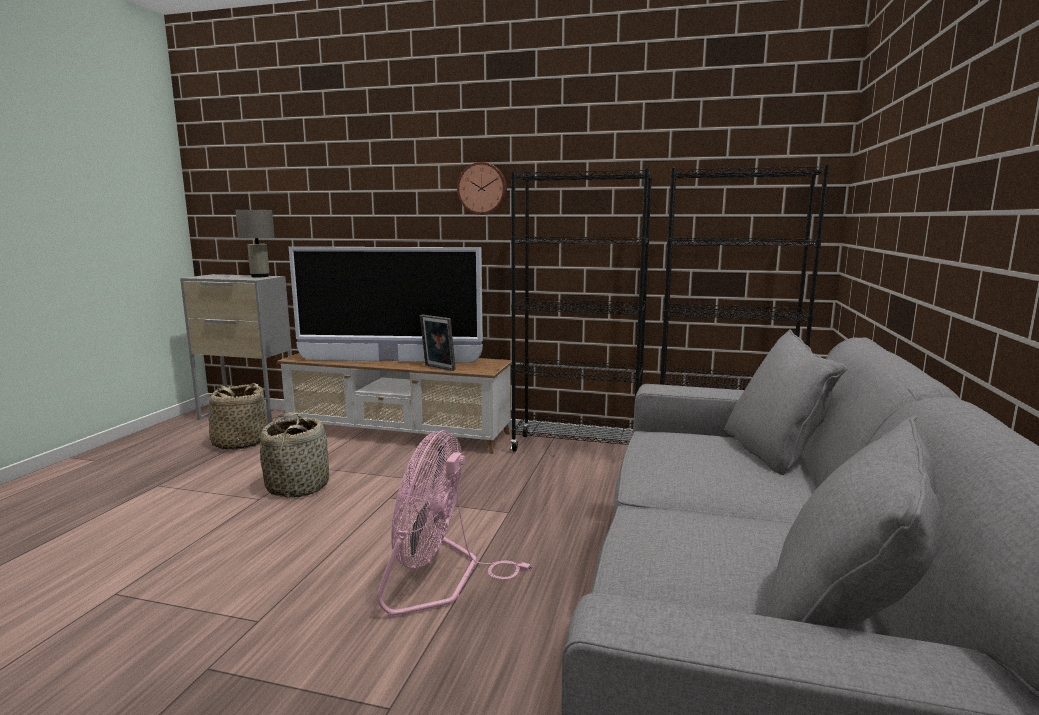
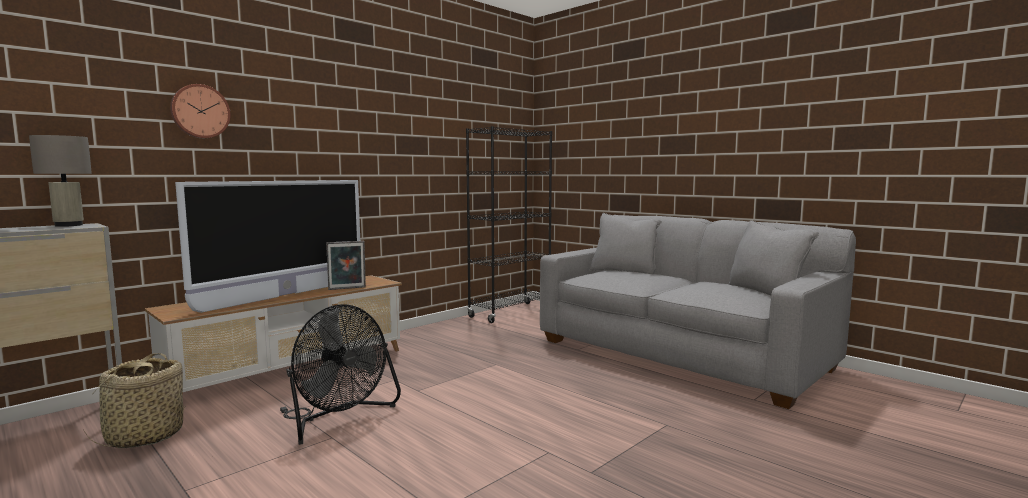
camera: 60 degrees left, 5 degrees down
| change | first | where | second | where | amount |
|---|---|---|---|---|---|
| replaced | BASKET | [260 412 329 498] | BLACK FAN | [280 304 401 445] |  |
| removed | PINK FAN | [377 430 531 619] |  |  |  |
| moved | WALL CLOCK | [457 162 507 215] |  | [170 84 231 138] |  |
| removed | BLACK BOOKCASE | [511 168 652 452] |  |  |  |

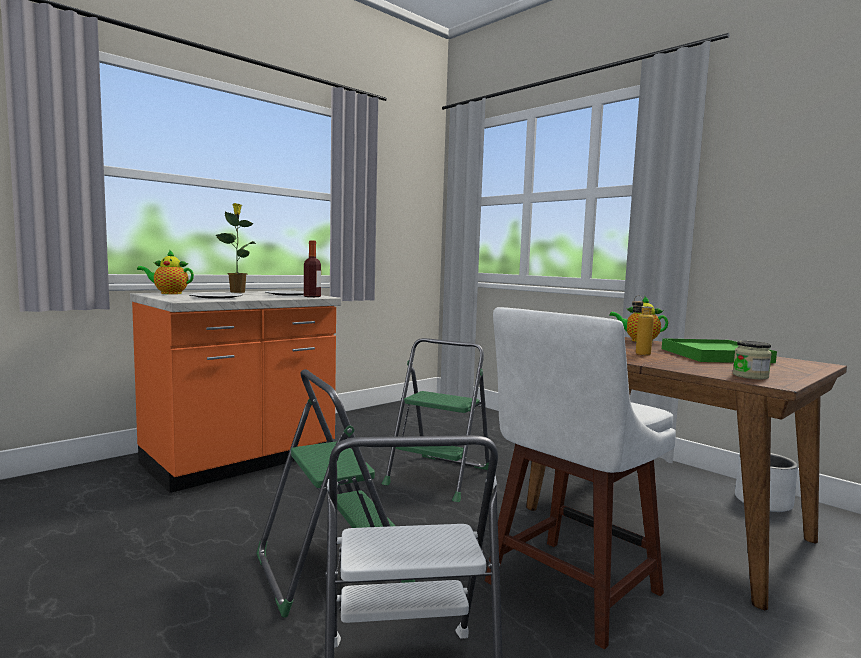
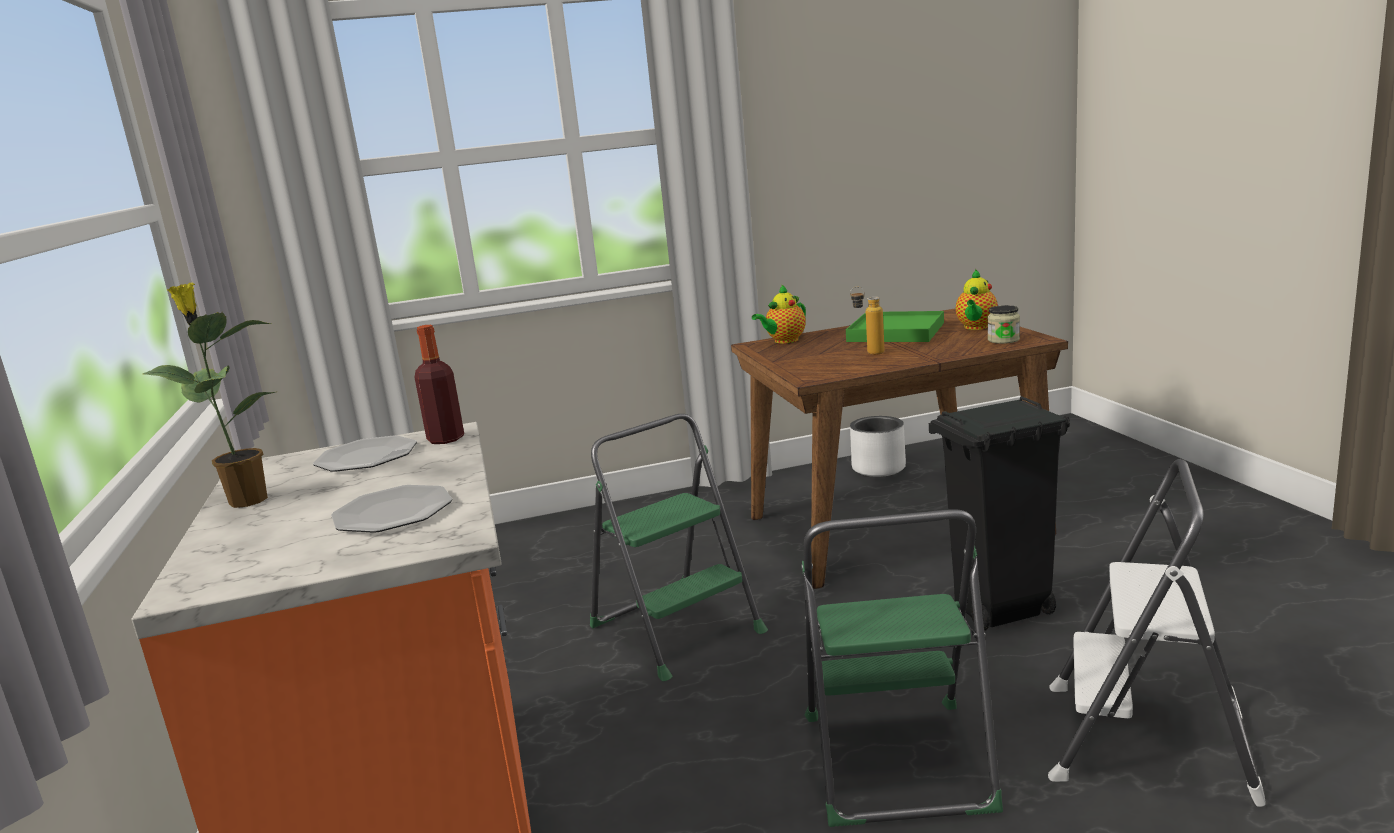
camera: 60 degrees left, 10 degrees up
| change | first | where | second | where | amount |
|---|---|---|---|---|---|
| moved | TEAPOT | [137 250 194 294] |  | [956 269 998 330] |  |
| replaced | WHITE CHAIR | [485 307 676 650] | BLACK TRASH CAN | [929 396 1070 631] |  |

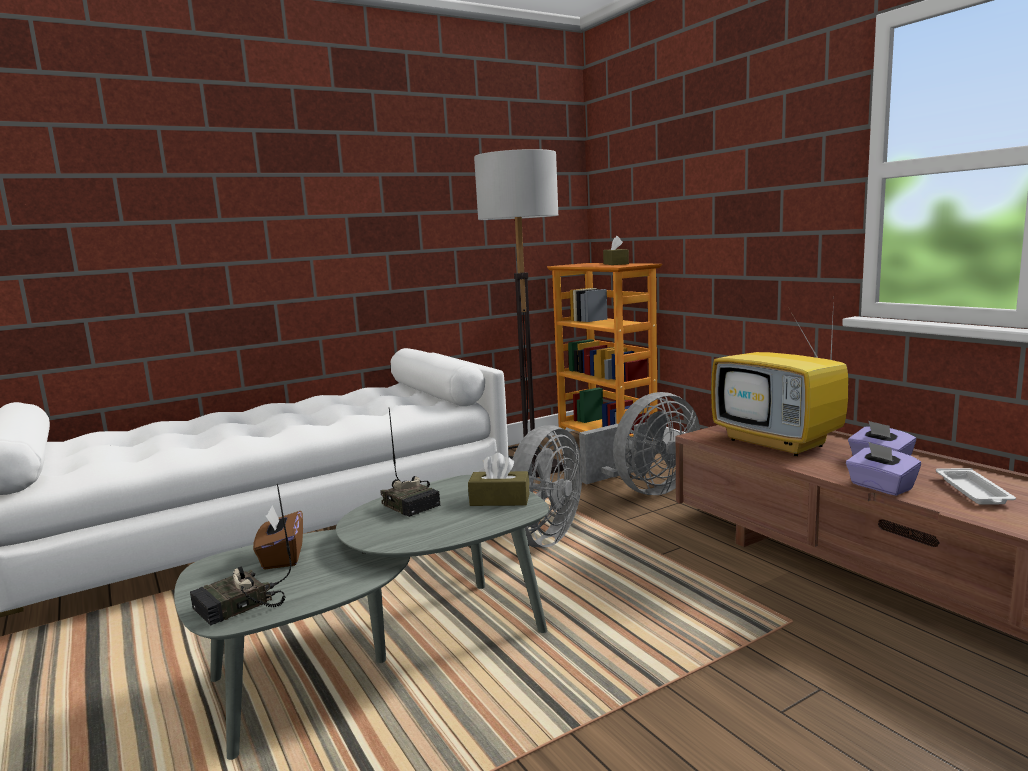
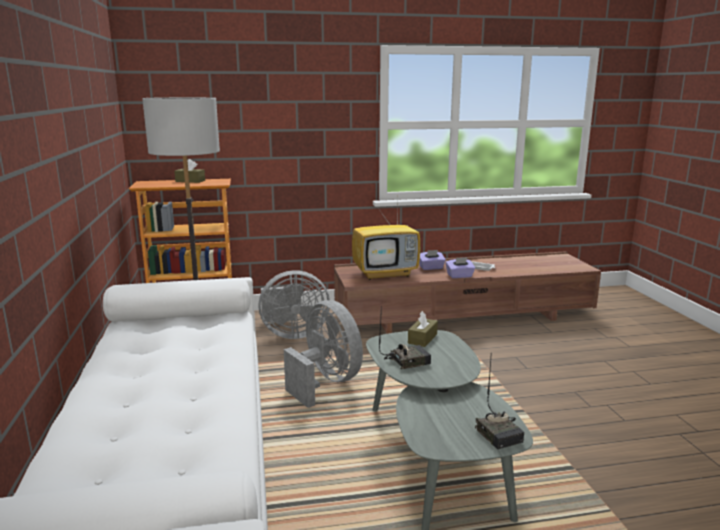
camera: 70 degrees left, 5 degrees up
| change | first | where | second | where | amount |
|---|---|---|---|---|---|
| removed | BROWN TISSUE BOX | [253 505 303 569] |  |  |  |
| turned | GREY FAN | [579 392 700 495] |  | [258 270 330 339] | 90 degrees clockwise |

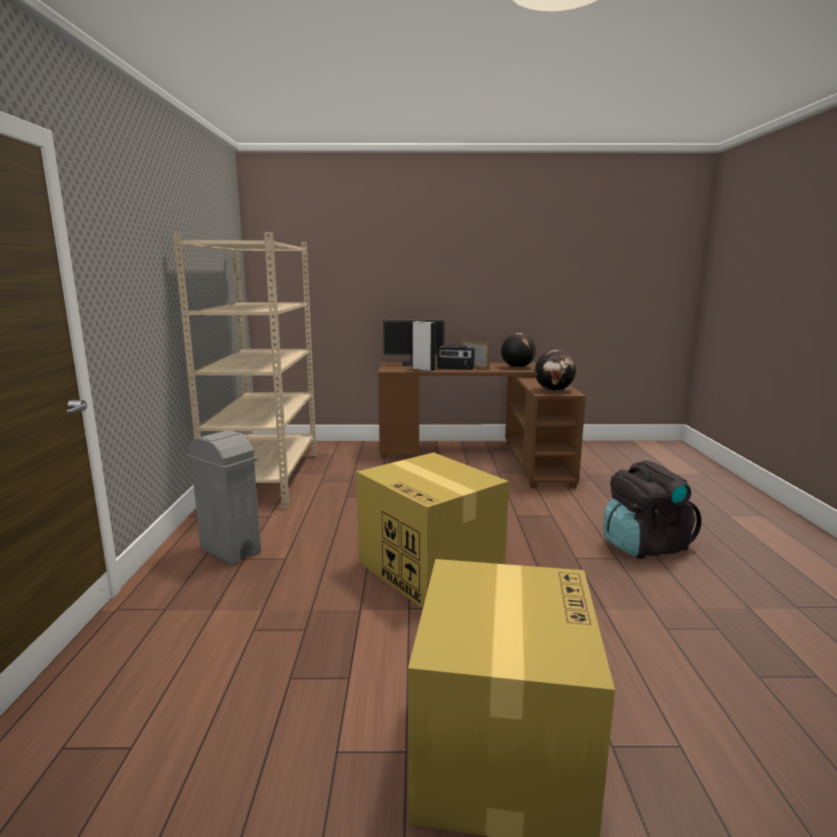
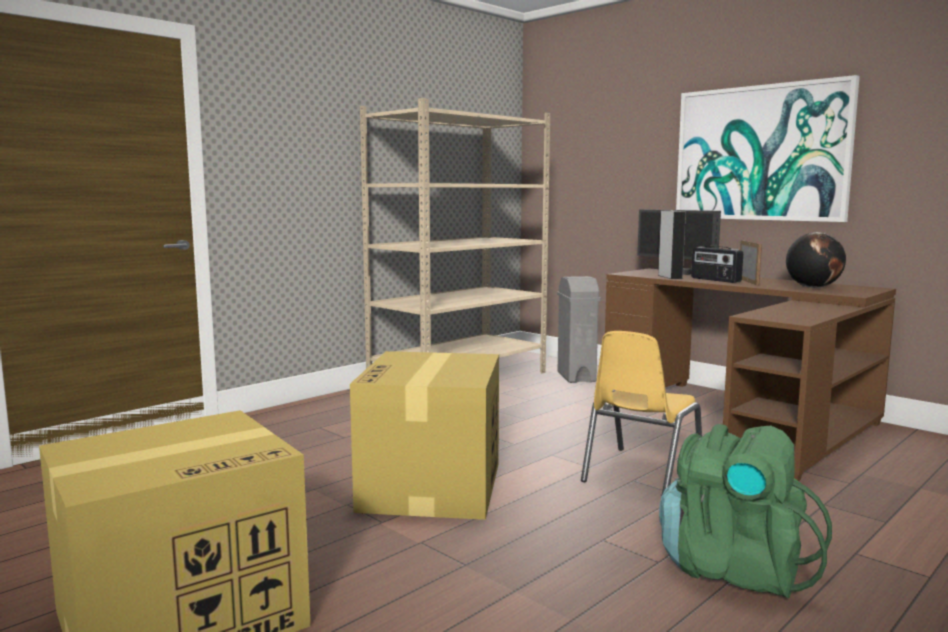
camera: 45 degrees right, 5 degrees down
| change | first | where | second | where | amount |
|---|---|---|---|---|---|
| moved | GREY TRASH CAN | [187 430 261 565] |  | [557 276 601 383] |  |
| removed | GLOBE | [535 350 576 391] |  |  |  |
| recoloured | BLACK BACKPACK | [603 460 702 559] | GREEN BACKPACK | [659 424 832 598] |  |
| added |  |  | YELLOW CHAIR | [581 331 702 497] |  |
| added |  |  | PICTURE | [676 75 860 222] |  |

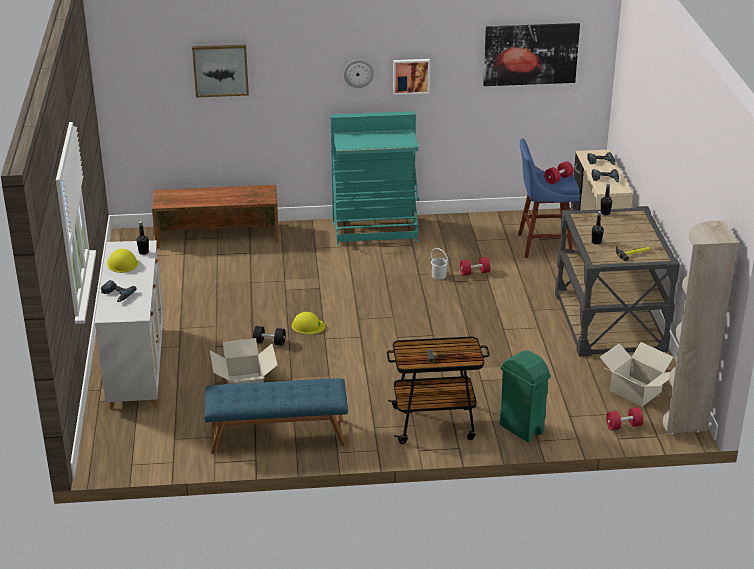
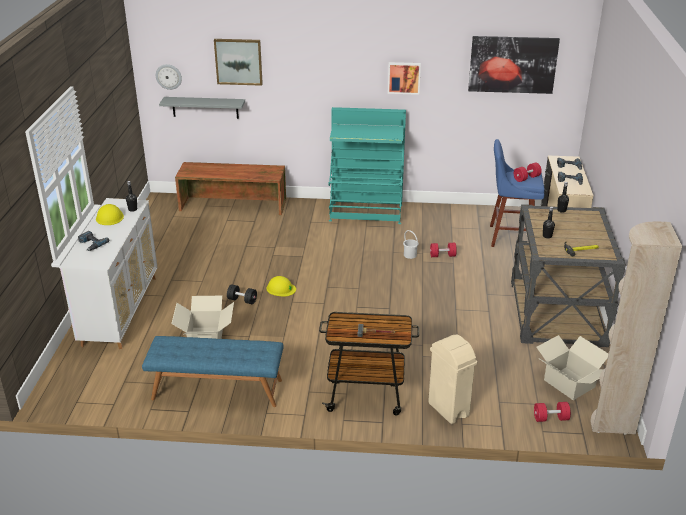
camera: 10 degrees right, 0 degrees up
| change | first | where | second | where | amount |
|---|---|---|---|---|---|
| moved | WALL CLOCK | [344 60 374 88] |  | [156 64 182 90] |  |
| recoloured | GREEN TRASH CAN | [500 350 551 442] | BEIGE TRASH CAN | [428 334 477 424] |  |
| added |  |  | GREY SHELF | [159 97 245 119] |  |

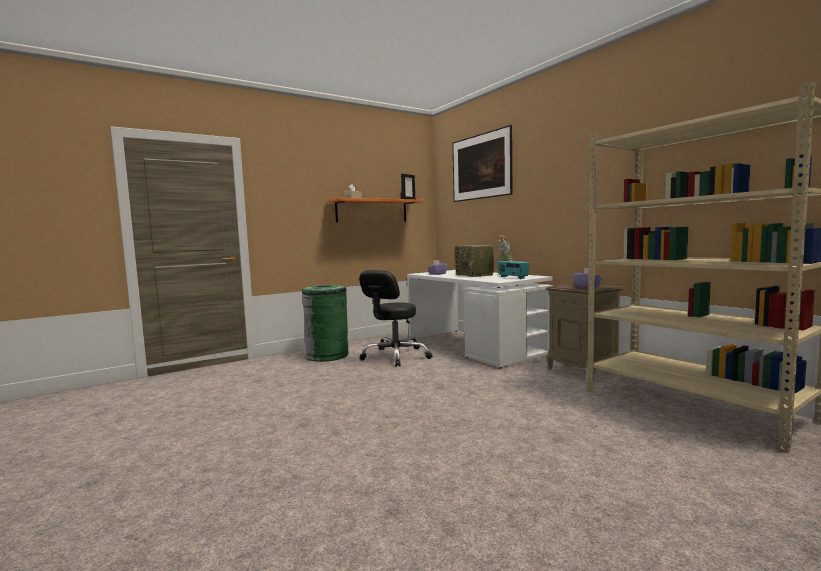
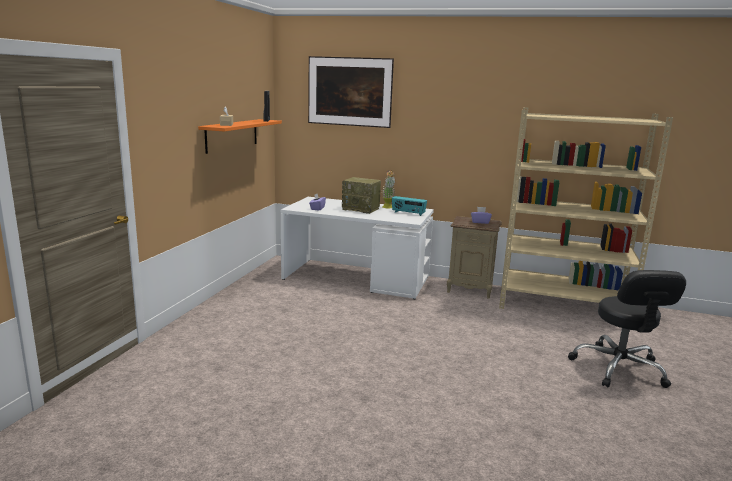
camera: 40 degrees left, 10 degrees up
| change | first | where | second | where | amount |
|---|---|---|---|---|---|
| removed | GREEN TRASH CAN | [302 285 349 362] |  |  |  |
| moved | BLACK OFFICE CHAIR | [359 270 433 367] |  | [568 270 686 388] |  |

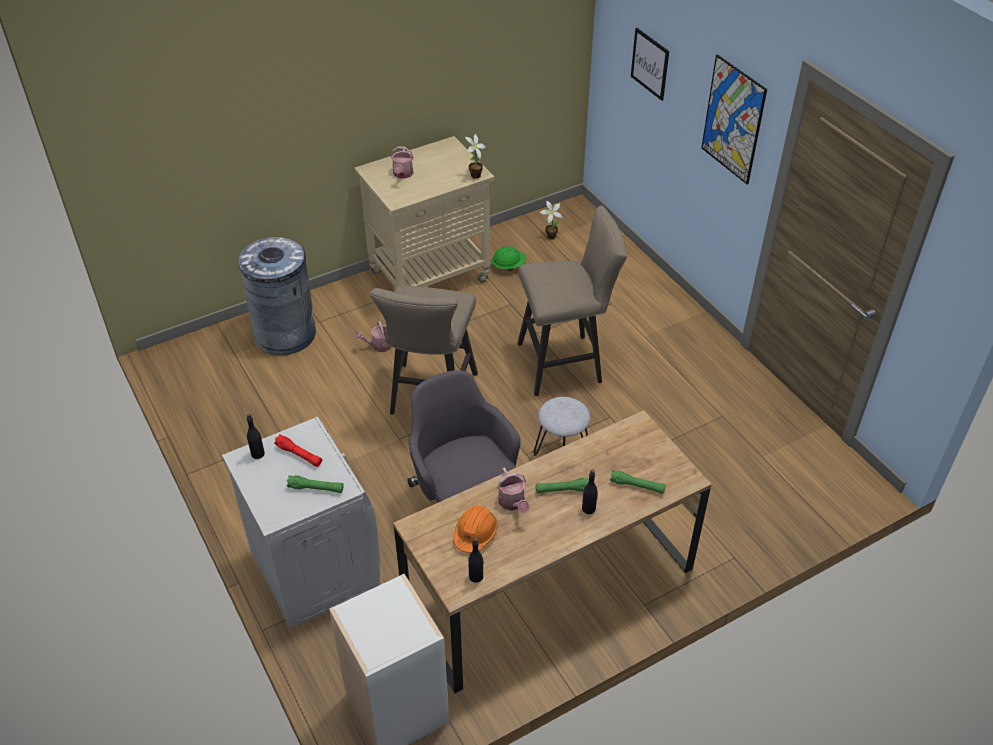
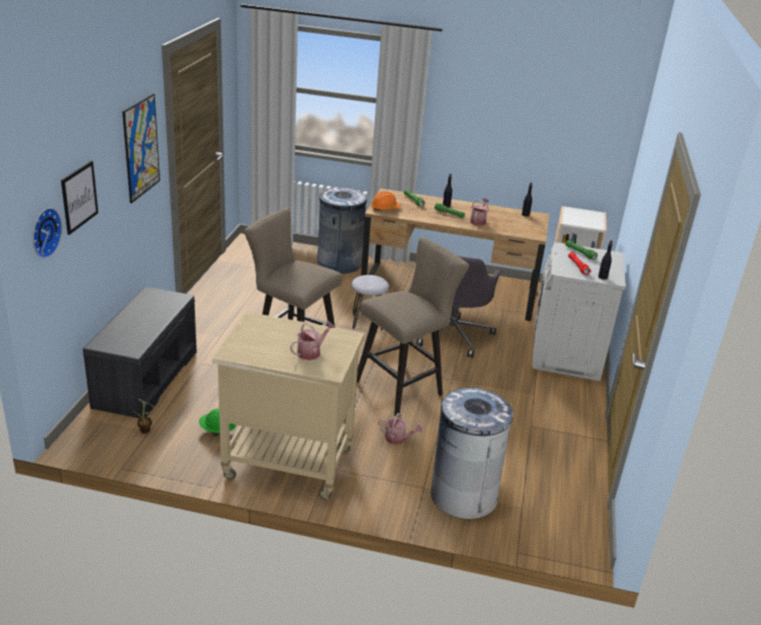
camera: 140 degrees left, 15 degrees down
| change | first | where | second | where | amount |
|---|---|---|---|---|---|
| moved | ORANGE HARD HAT | [453 505 498 553] |  | [371 191 401 211] |  |
| removed | POTTED PLANT | [465 134 486 179] |  |  |  |
| added |  |  | WALL CLOCK | [33 208 62 259] |  |
| added |  |  | GREY BENCH | [83 287 197 418] |  |
| added |  |  | GREY TRASH CAN | [317 188 367 274] |  |

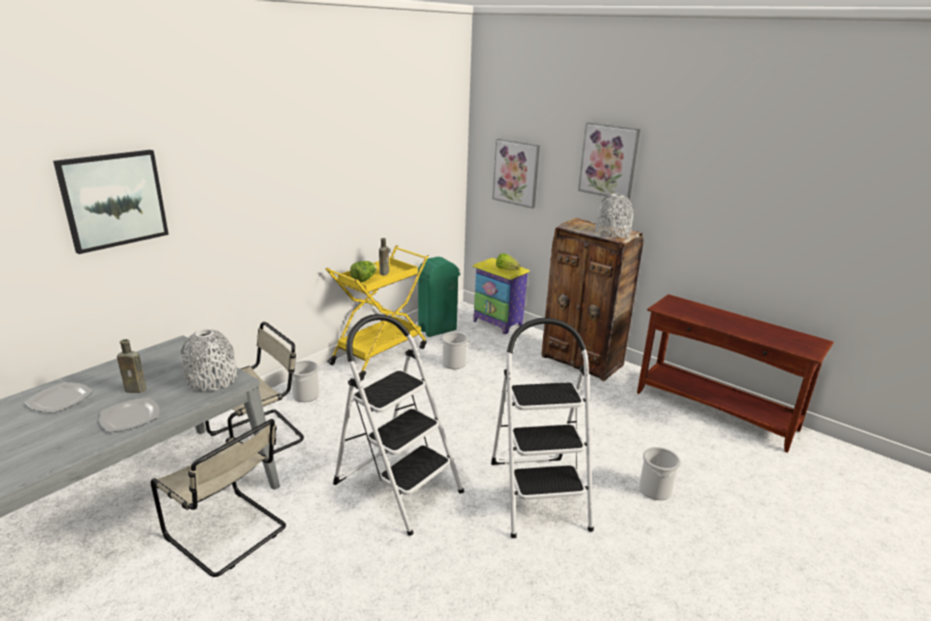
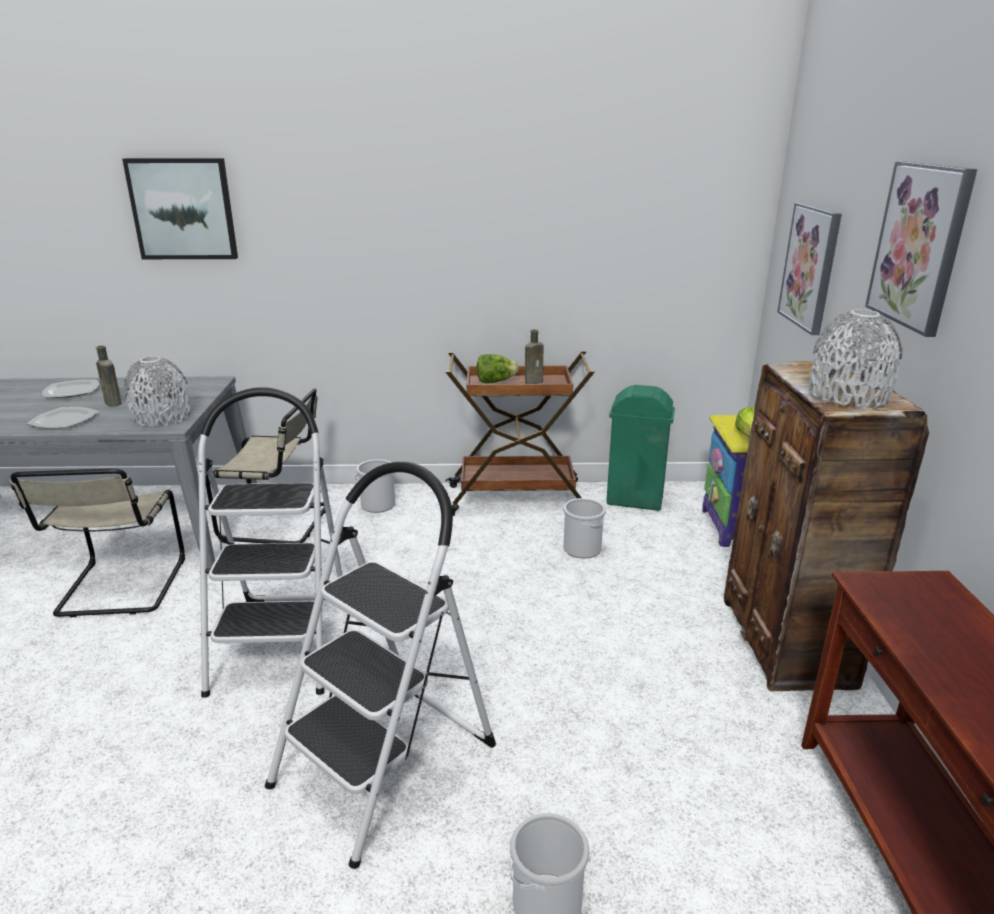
camera: 50 degrees right, 0 degrees up
| change | first | where | second | where | amount |
|---|---|---|---|---|---|
| recoloured | YELLOW CART | [325 245 429 381] | BROWN CART | [445 351 595 516] |  |

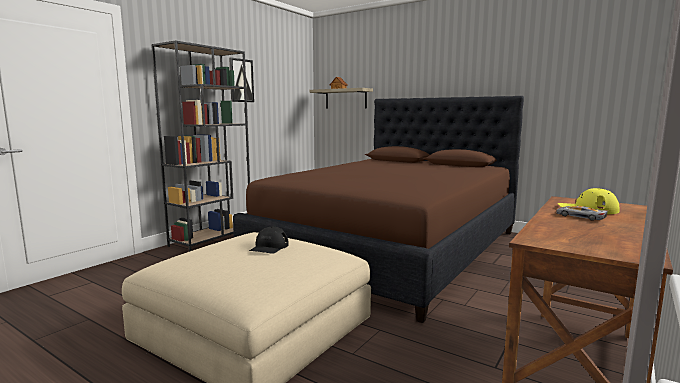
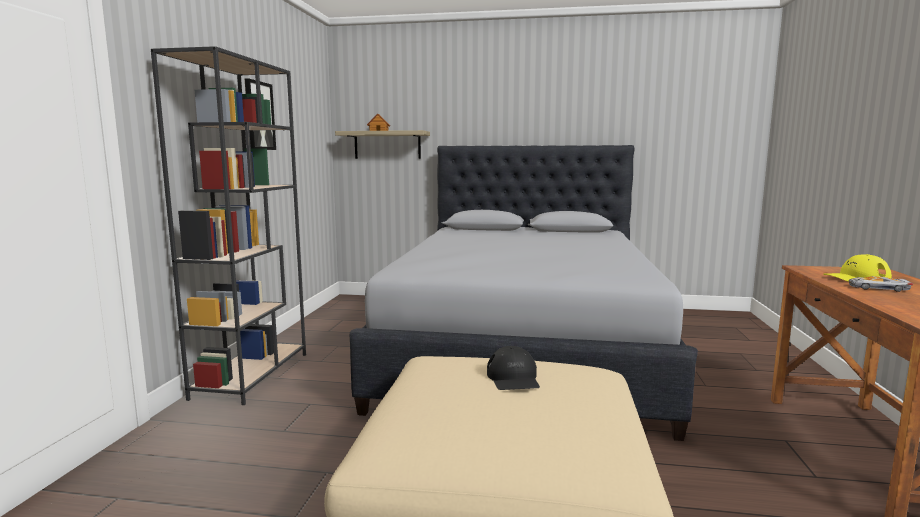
camera: 25 degrees left, 0 degrees up
| change | first | where | second | where | amount |
|---|---|---|---|---|---|
| recoloured | BROWN BED | [233 96 524 323] | GREY BED | [350 145 698 441] |  |

